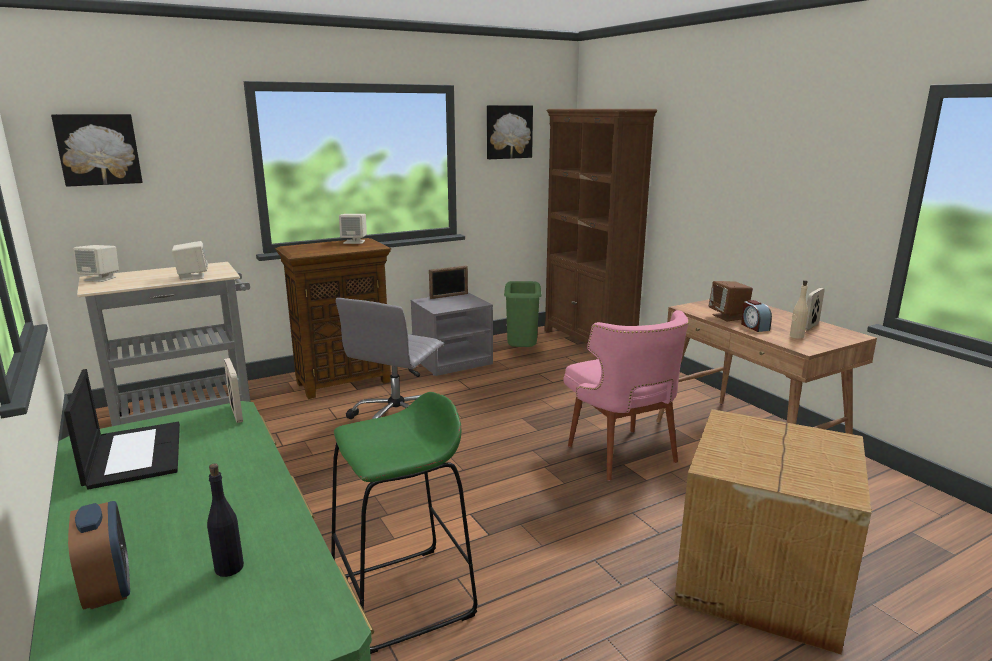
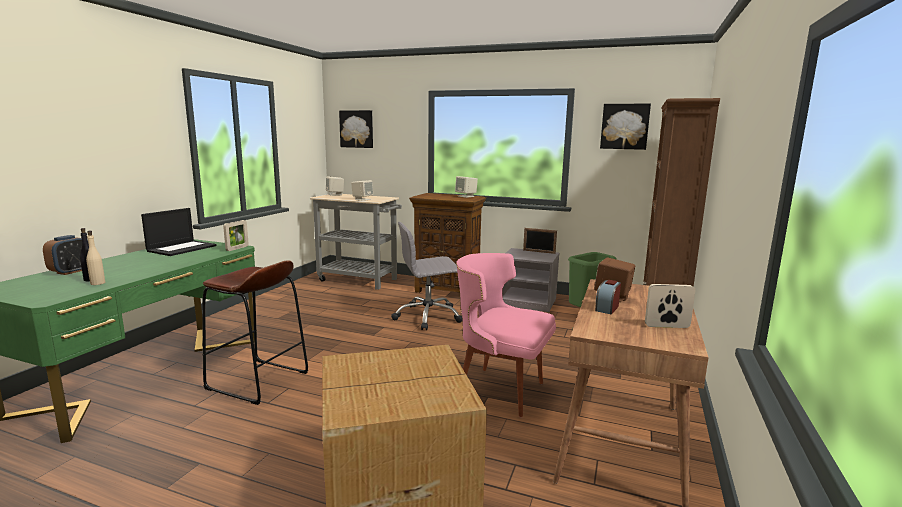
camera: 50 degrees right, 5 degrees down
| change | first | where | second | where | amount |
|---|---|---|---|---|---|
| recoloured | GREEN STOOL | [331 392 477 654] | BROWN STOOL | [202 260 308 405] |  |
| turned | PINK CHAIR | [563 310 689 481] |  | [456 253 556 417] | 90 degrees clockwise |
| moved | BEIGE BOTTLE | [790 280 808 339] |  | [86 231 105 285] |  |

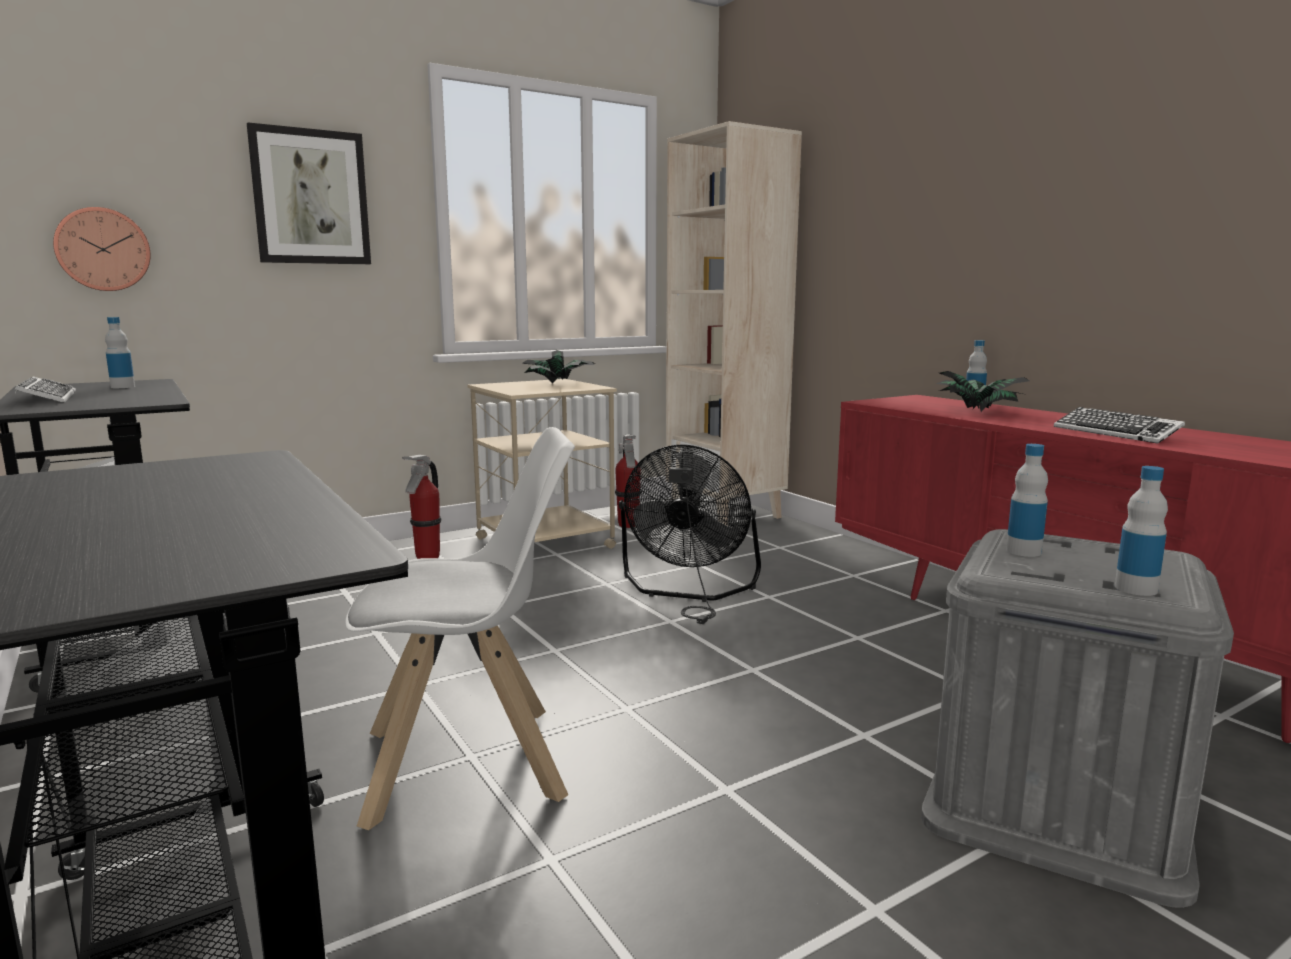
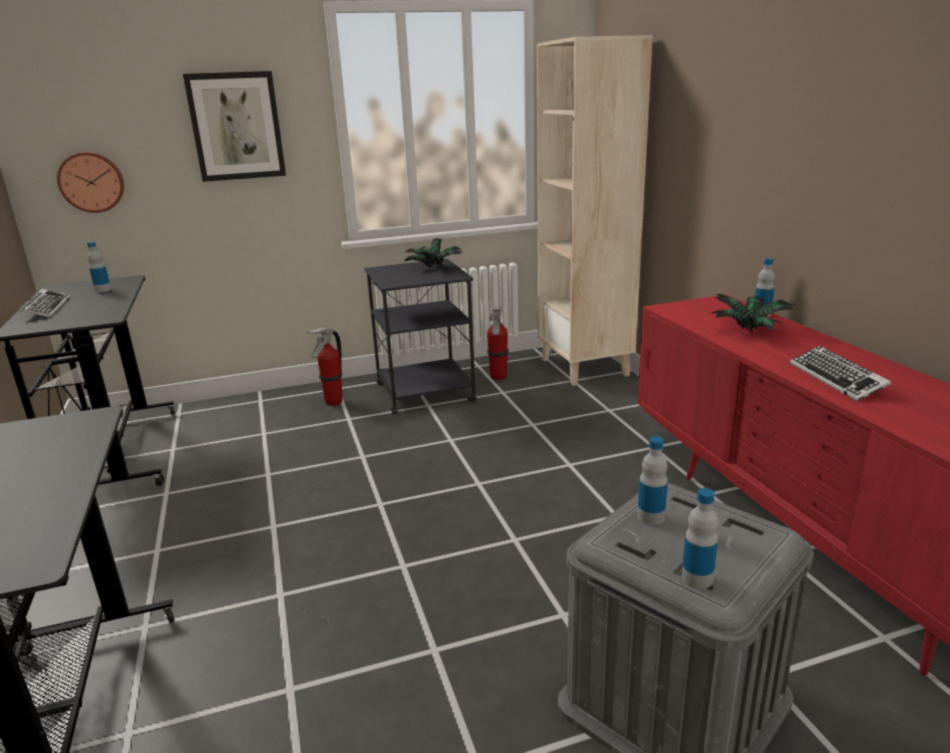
camera: 15 degrees right, 10 degrees up
| change | first | where | second | where | amount |
|---|---|---|---|---|---|
| removed | CHAIR | [345 427 575 830] |  |  |  |
| recoloured | BEIGE CART | [468 379 617 549] | BLACK CART | [364 259 477 414] |  |
| removed | BLACK FAN | [619 445 761 624] |  |  |  |

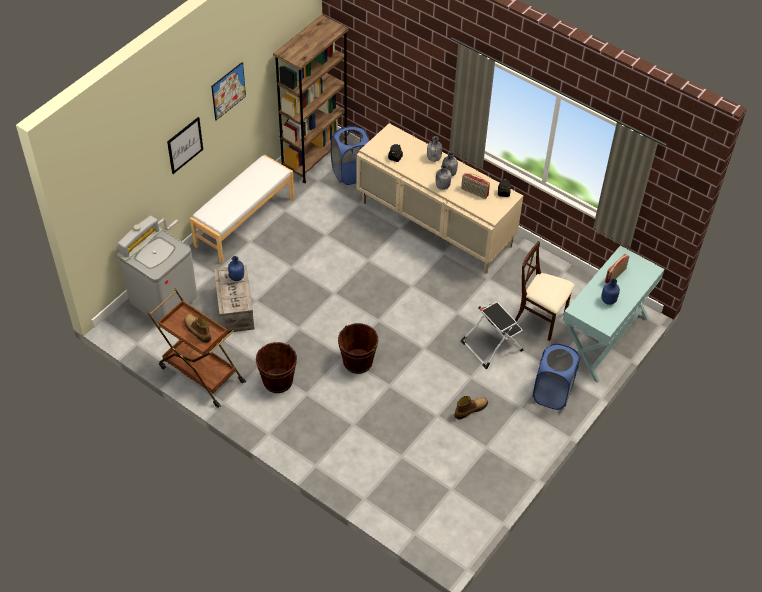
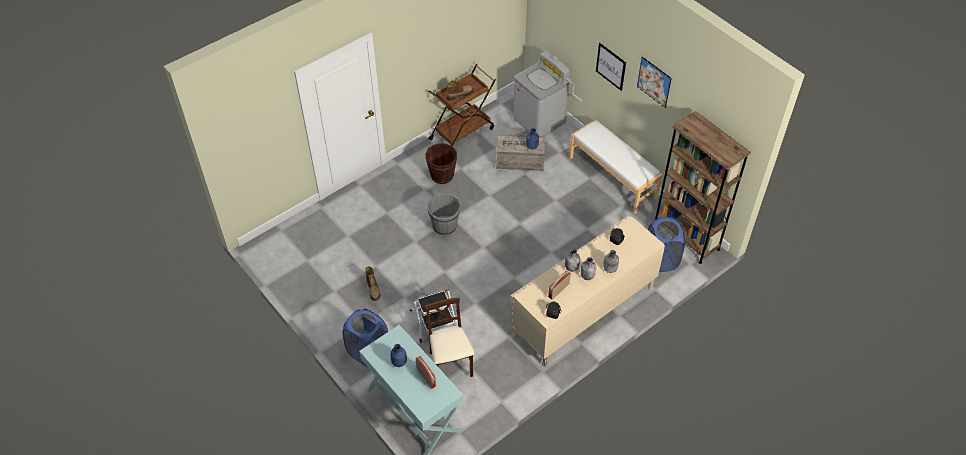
camera: 105 degrees right, 0 degrees up
| change | first | where | second | where | amount |
|---|---|---|---|---|---|
| recoloured | BROWN BUCKET | [338 323 378 374] | GREY BUCKET | [427 193 461 235] |  |
| turned | BEIGE CHAIR | [515 241 575 341] |  | [425 297 474 377] | 60 degrees counterclockwise |

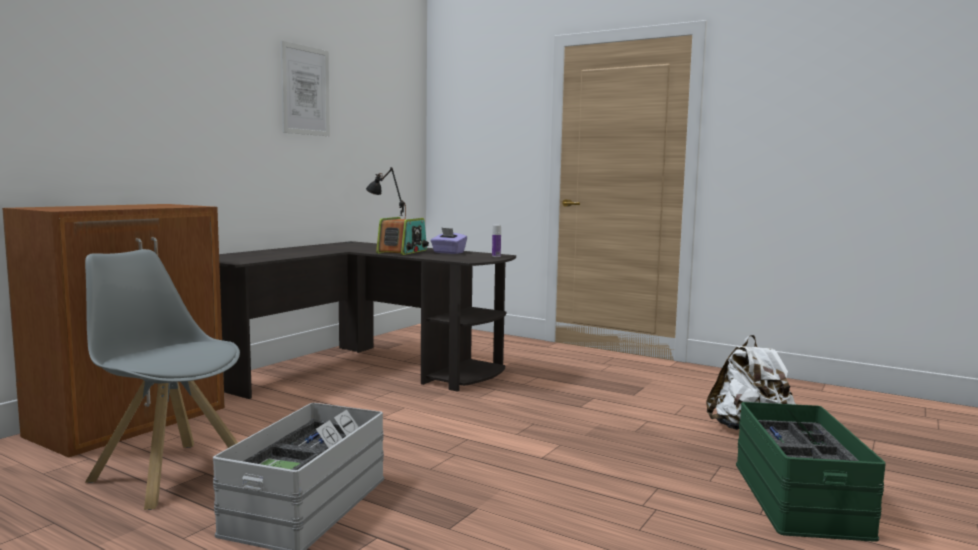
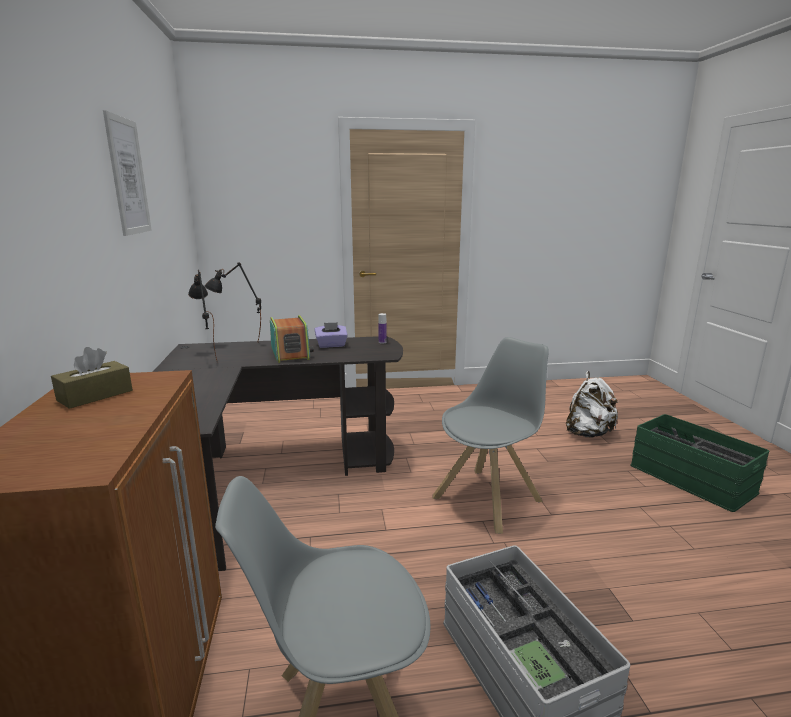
camera: 40 degrees left, 10 degrees up
| change | first | where | second | where | amount |
|---|---|---|---|---|---|
| added |  |  | BROWN TISSUE BOX | [51 347 133 409] |  |
| added |  |  | BLACK TABLE LAMP | [188 270 217 360] |  |
| added |  |  | GREY CHAIR | [432 337 549 534] |  |

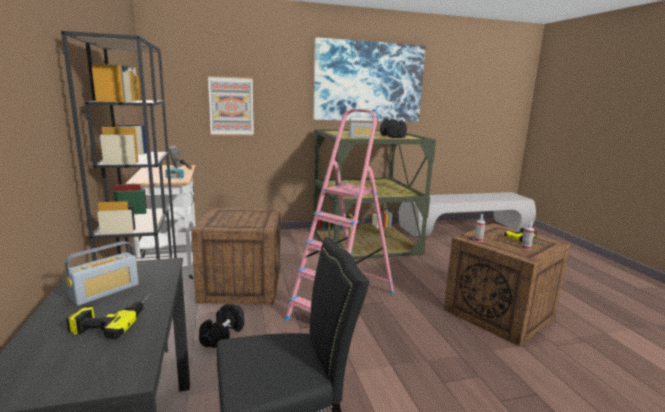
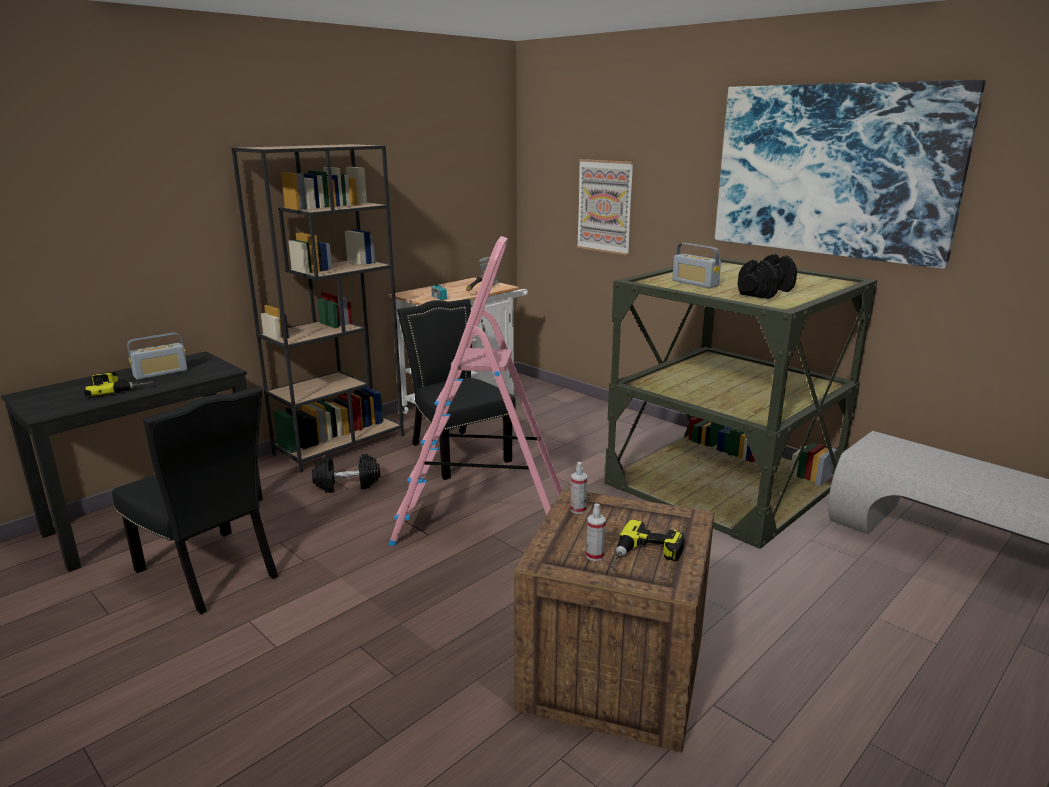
camera: 60 degrees right, 5 degrees up
| change | first | where | second | where | amount |
|---|---|---|---|---|---|
| turned | RADIO | [65 241 139 306] |  | [127 333 187 380] | 45 degrees counterclockwise |
| replaced | CRATE | [191 208 281 304] | BLACK CHAIR | [397 299 516 480] |  |

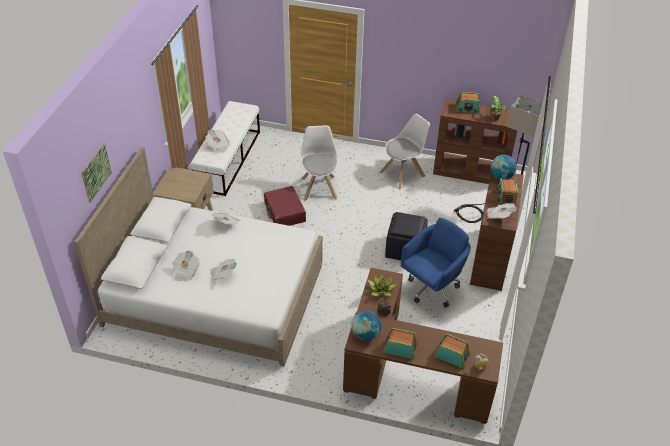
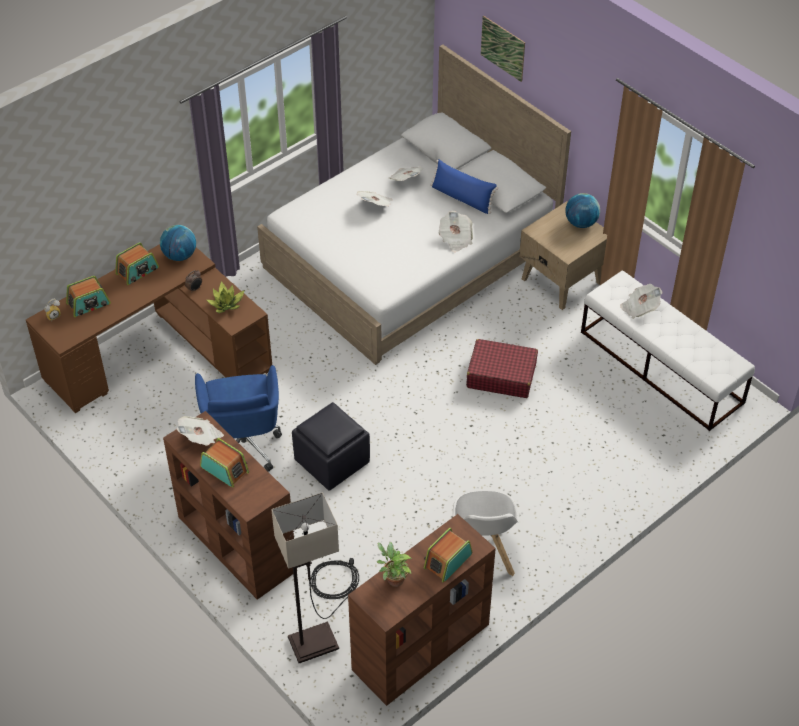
camera: 125 degrees right, 5 degrees up
| change | first | where | second | where | amount |
|---|---|---|---|---|---|
| removed | CHAIR | [301 125 338 201] |  |  |  |
| moved | GLOBE | [491 155 516 180] |  | [565 193 600 228] |  |
| added |  |  | BLUE PILLOW | [430 159 498 214] |  |

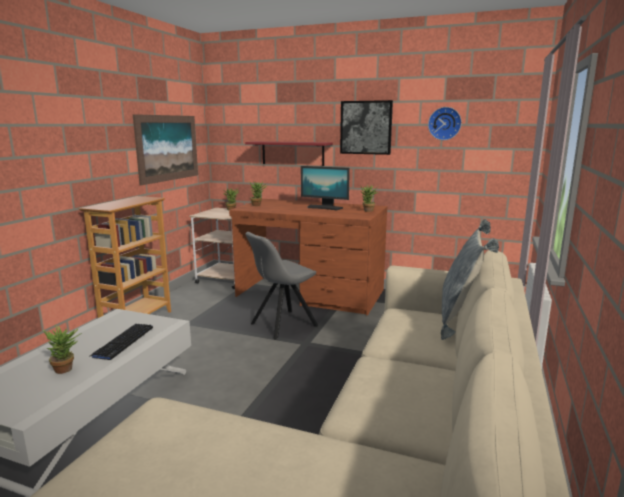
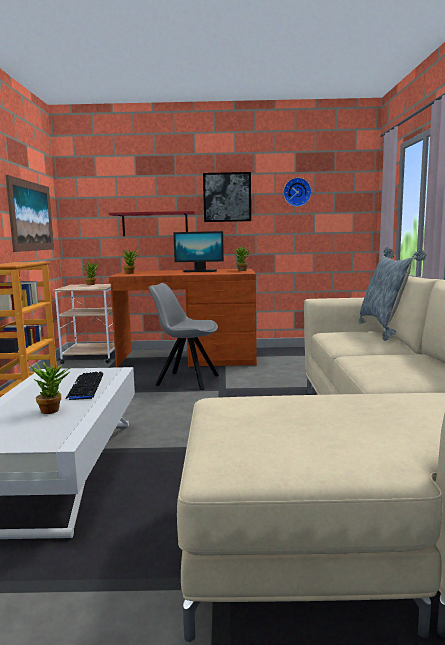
camera: 20 degrees left, 5 degrees down
| change | first | where | second | where | amount |
|---|---|---|---|---|---|
| turned | GREY CHAIR | [245 232 318 340] |  | [148 283 219 390] | 75 degrees clockwise |

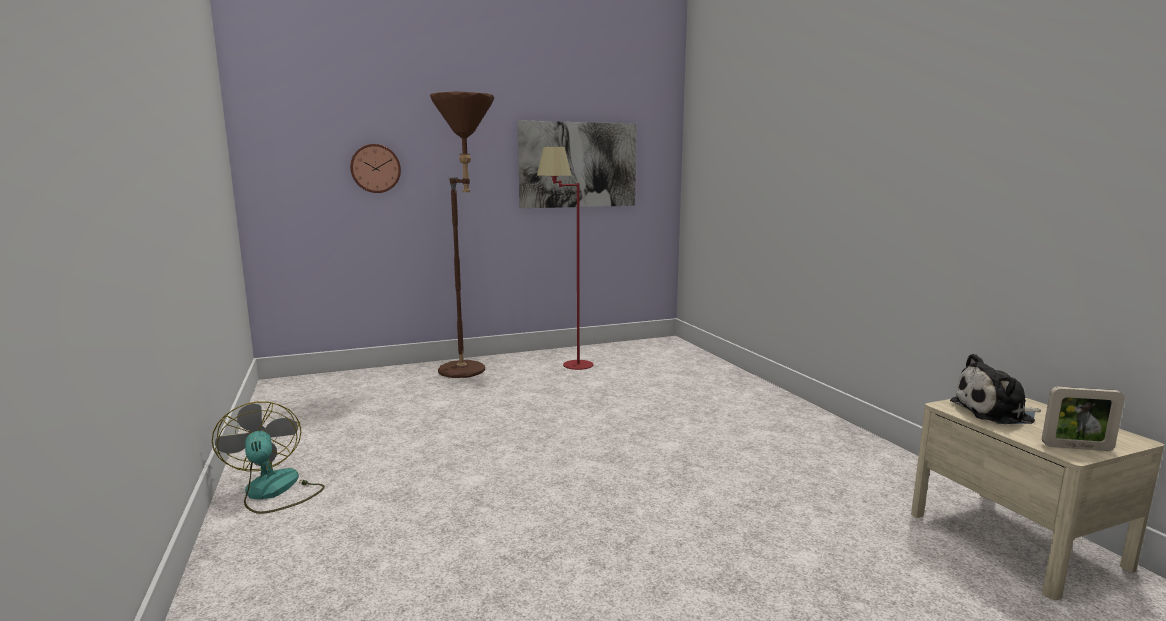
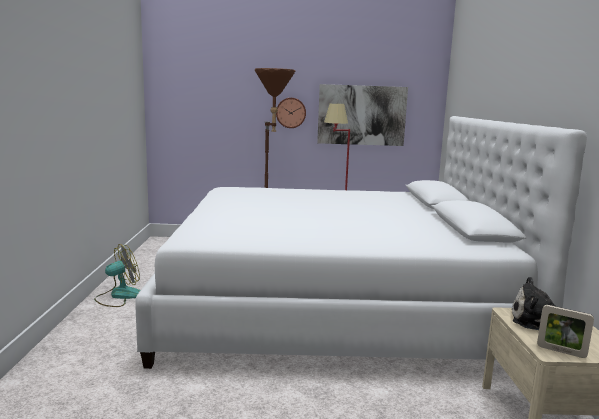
camera: 20 degrees right, 0 degrees up
| change | first | where | second | where | amount |
|---|---|---|---|---|---|
| turned | FAN | [212 401 325 514] |  | [94 244 140 307] | 60 degrees clockwise |
| moved | WALL CLOCK | [350 144 401 193] |  | [276 98 306 128] |  |
| added |  |  | WHITE BED | [136 116 587 369] |  |

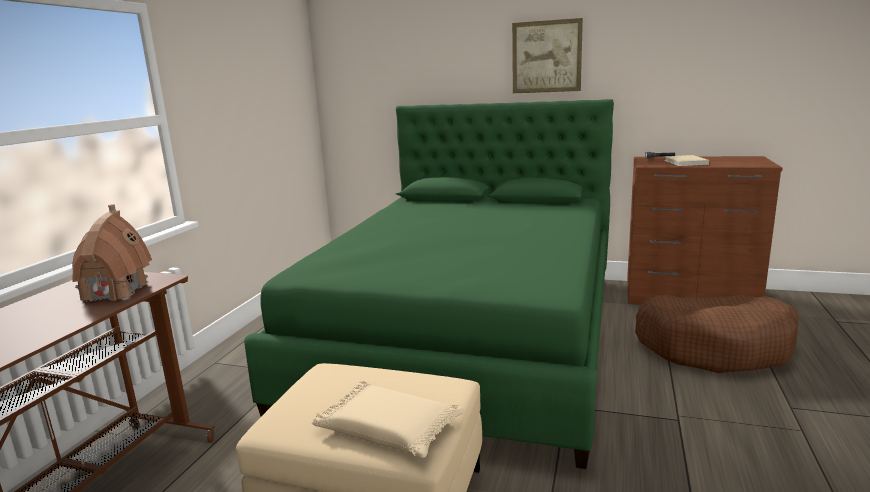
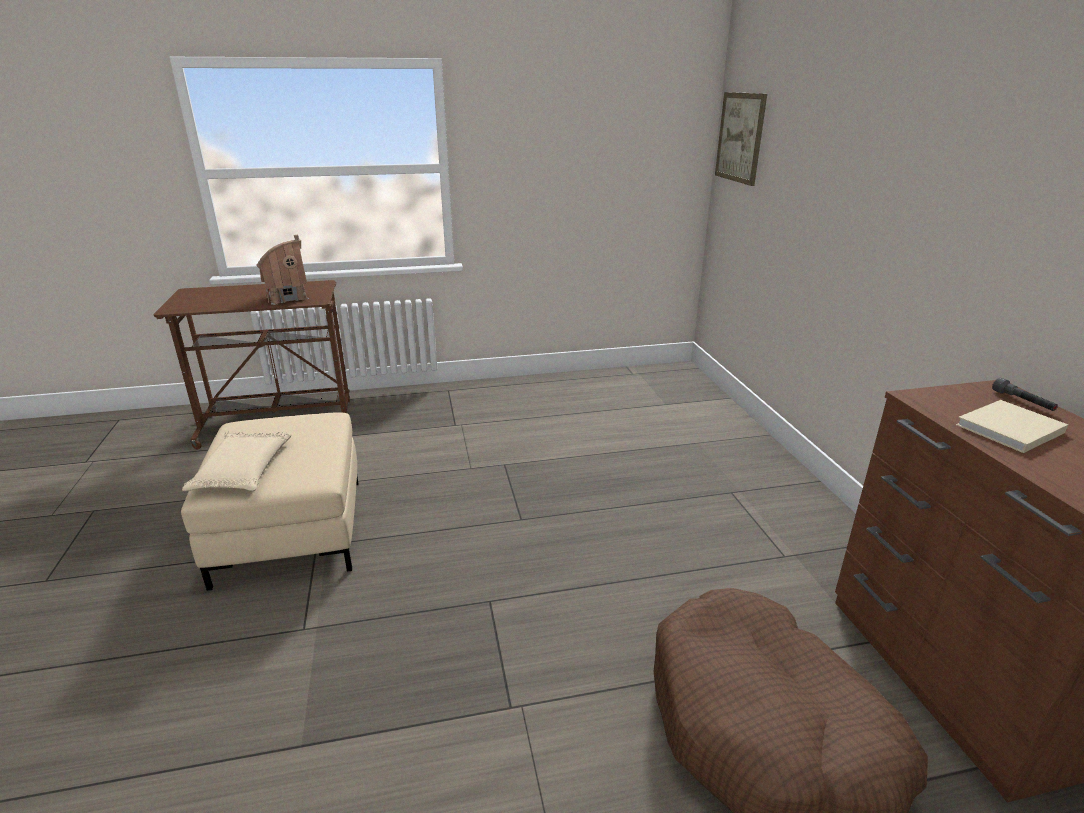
camera: 60 degrees right, 10 degrees up
| change | first | where | second | where | amount |
|---|---|---|---|---|---|
| removed | GREEN BED | [244 99 614 469] |  |  |  |
| moved | PICTURE | [512 18 583 93] |  | [715 92 767 186] |  |

